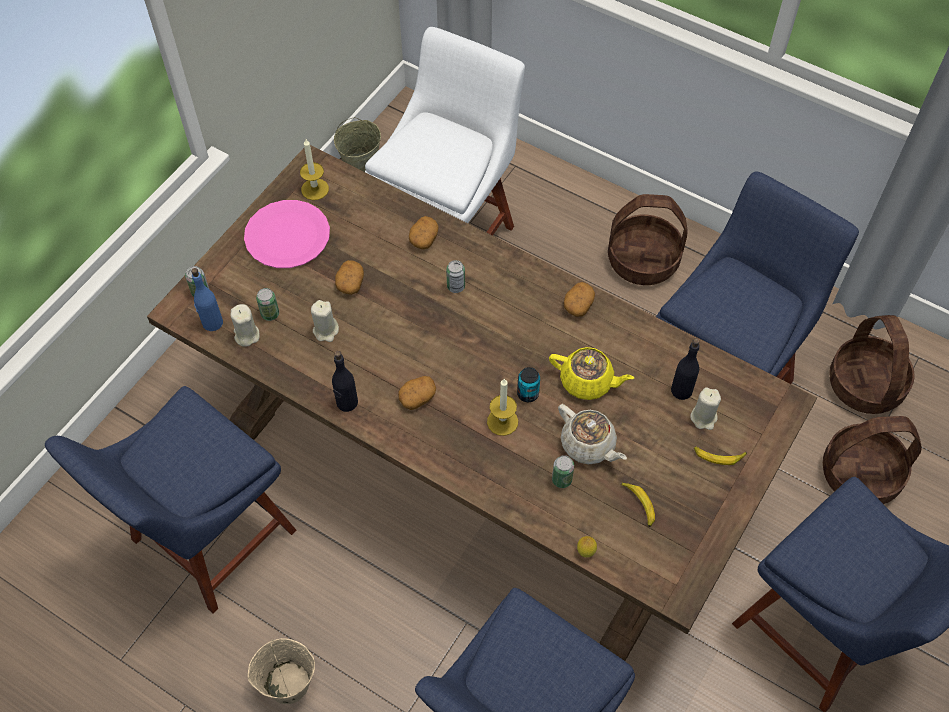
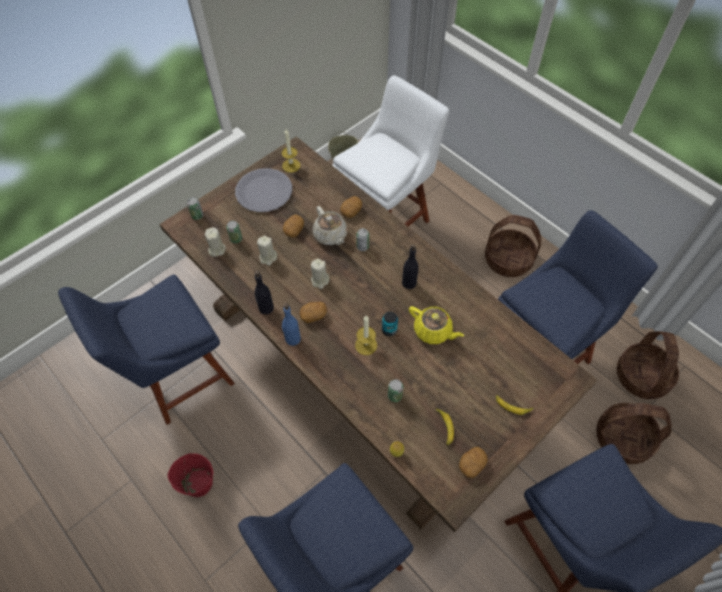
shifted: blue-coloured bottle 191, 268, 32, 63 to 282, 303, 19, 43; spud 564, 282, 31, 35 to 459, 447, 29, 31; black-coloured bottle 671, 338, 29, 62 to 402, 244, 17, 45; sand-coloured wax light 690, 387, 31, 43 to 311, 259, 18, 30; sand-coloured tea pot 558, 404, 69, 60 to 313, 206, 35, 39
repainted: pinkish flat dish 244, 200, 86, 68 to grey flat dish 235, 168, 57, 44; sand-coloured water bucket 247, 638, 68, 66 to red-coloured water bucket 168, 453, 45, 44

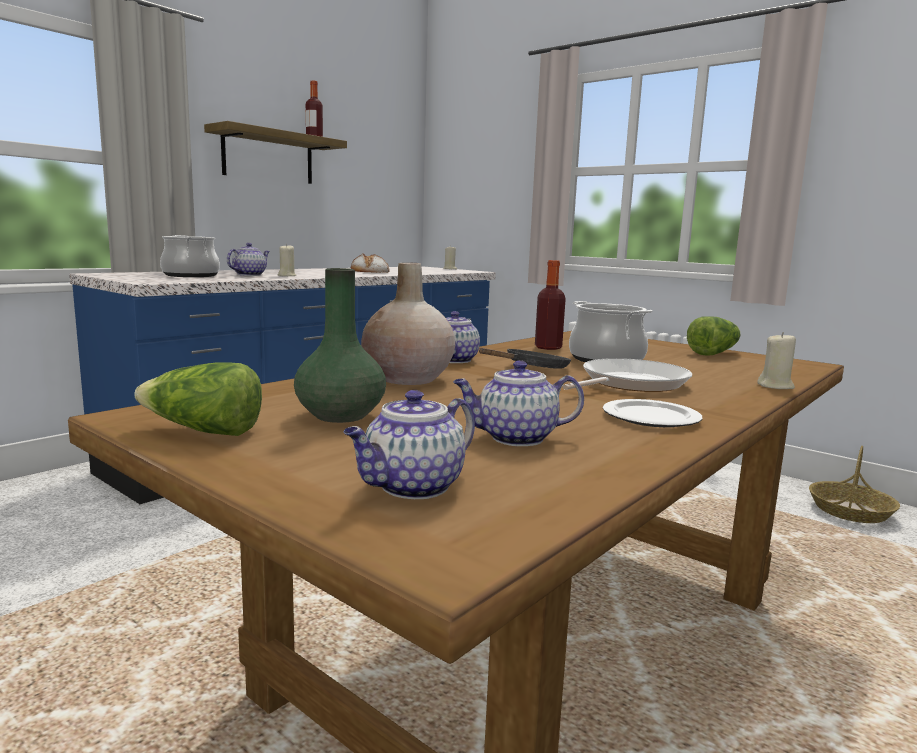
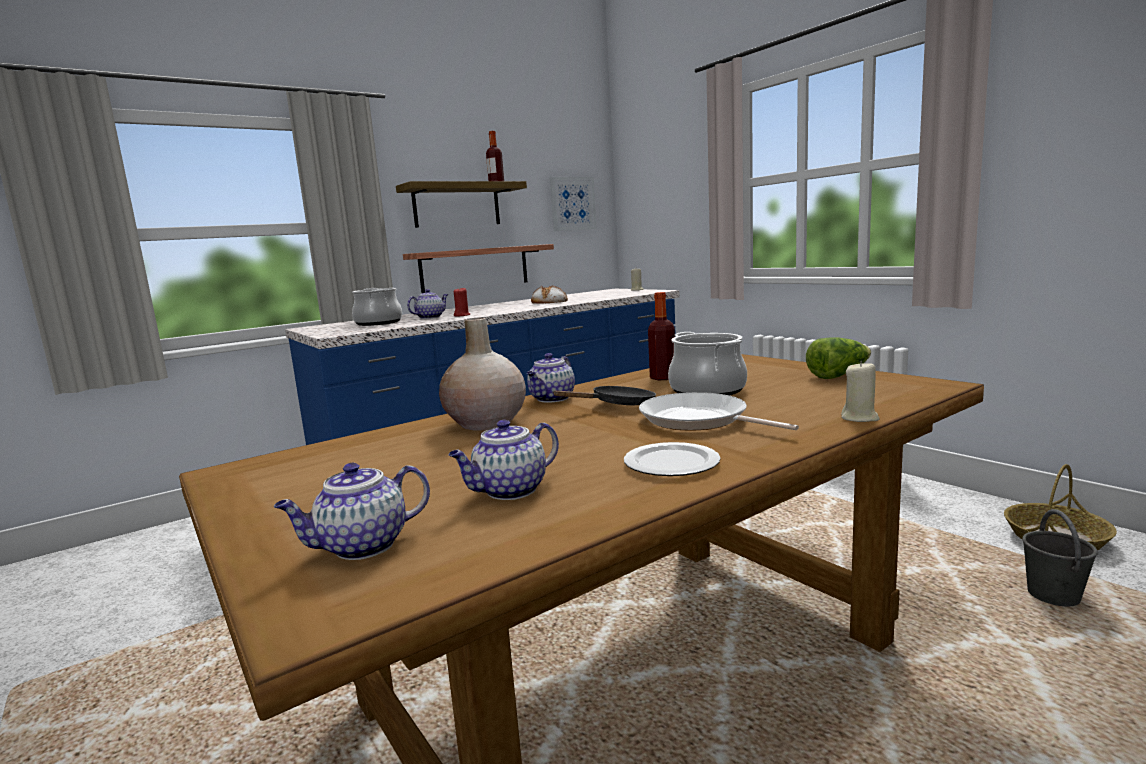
gone: green flower vase 294, 268, 92, 155; head of lettuce 134, 362, 128, 74
new: wall art 550, 177, 47, 54; wall shelf 403, 244, 151, 49; grey water bucket 1022, 509, 76, 97
repainted: sand-coloured wax light 278, 244, 18, 32 to red-coloured wax light 454, 287, 16, 30
rotated: skillet 562, 358, 130, 34 = 639, 392, 160, 39 105 degrees counterclockwise; tea pot 453, 360, 131, 86 = 449, 420, 110, 80 45 degrees counterclockwise

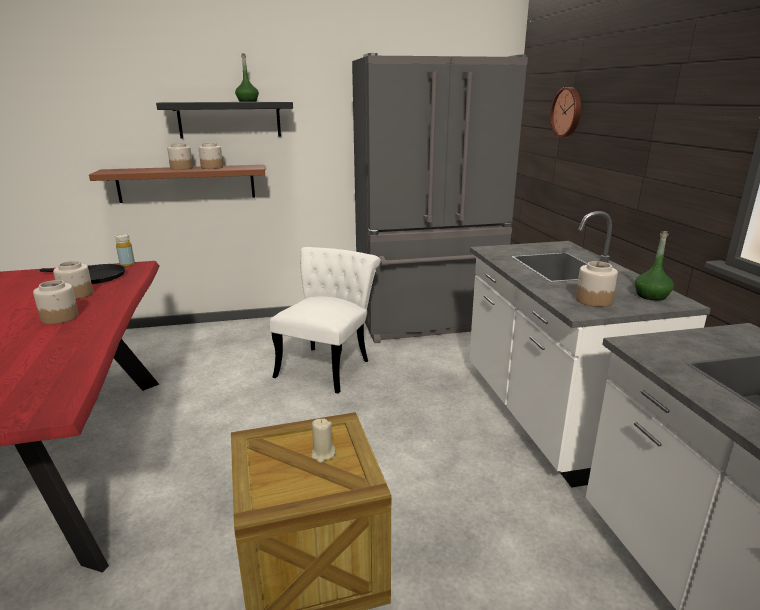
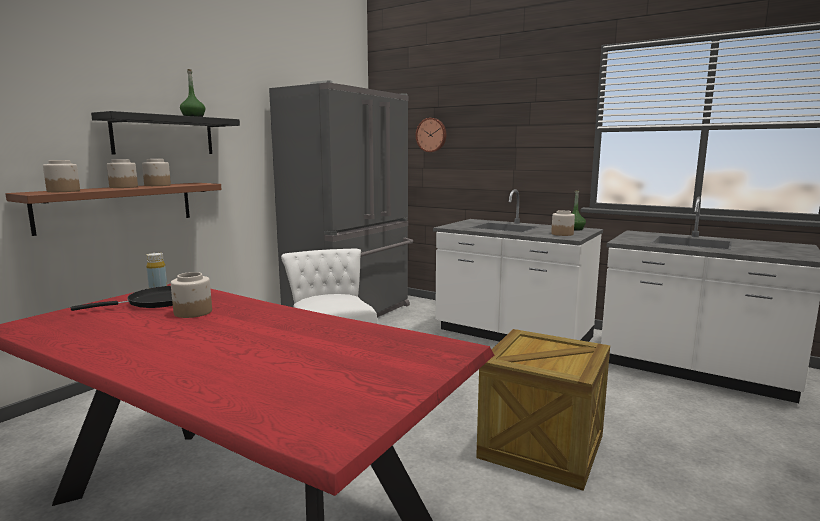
gone: sand-coloured wax light 311, 419, 25, 44
shifted: storage jar 33, 280, 46, 44 to 43, 160, 37, 32

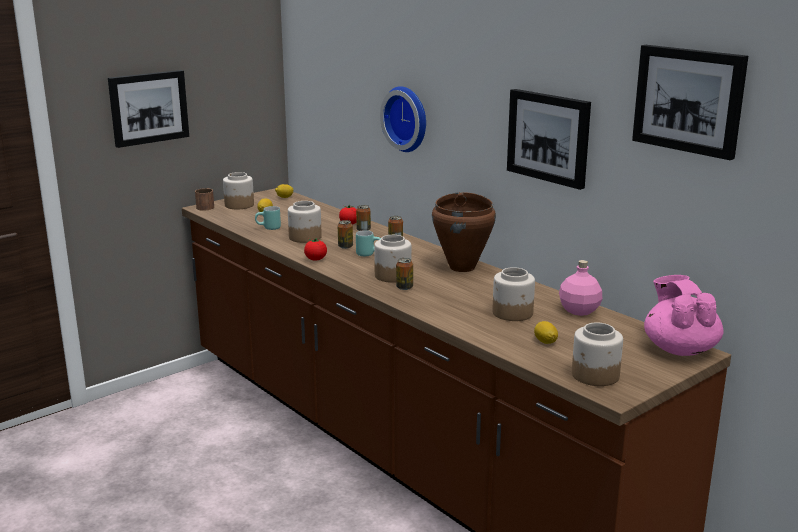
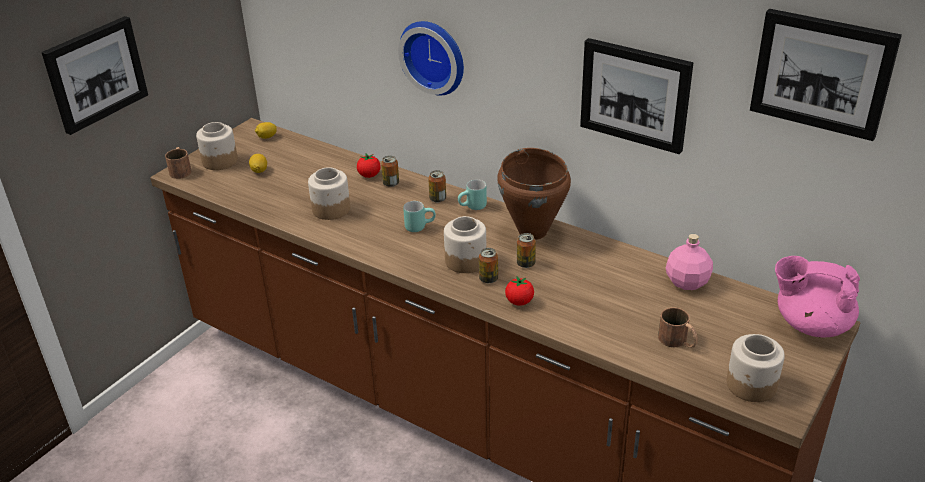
gone: storage jar 492, 267, 43, 54
shifted: blue-green mug 255, 206, 26, 24 to 458, 180, 29, 30; sealed can 338, 220, 15, 29 to 517, 233, 19, 35; tomato 304, 238, 23, 23 to 505, 276, 29, 30
swapped: whole lemon 534, 321, 24, 23 to brownish mug 658, 307, 40, 41
rotated: pinkish tea pot 644, 275, 80, 81 = 775, 256, 85, 81 45 degrees counterclockwise

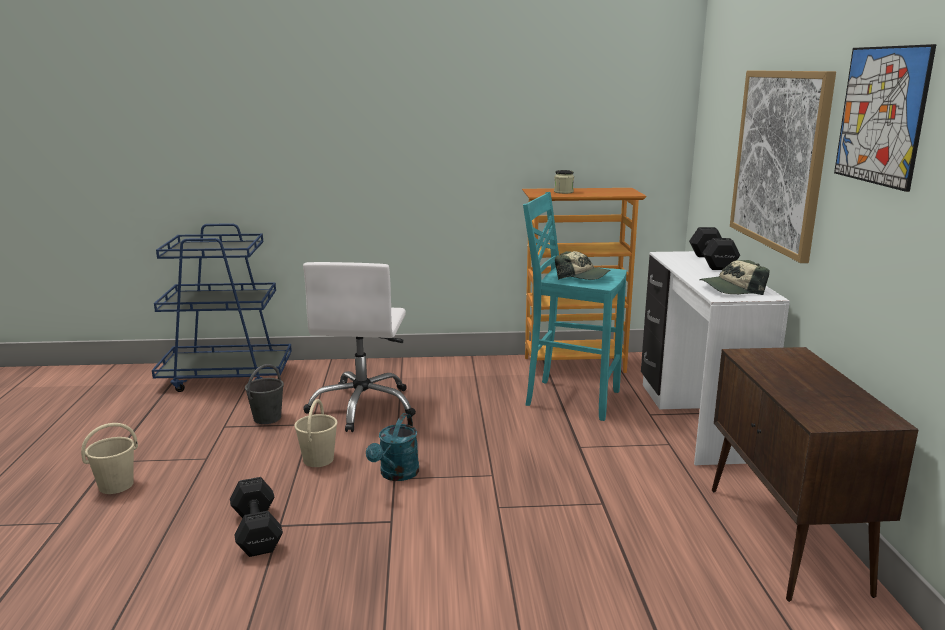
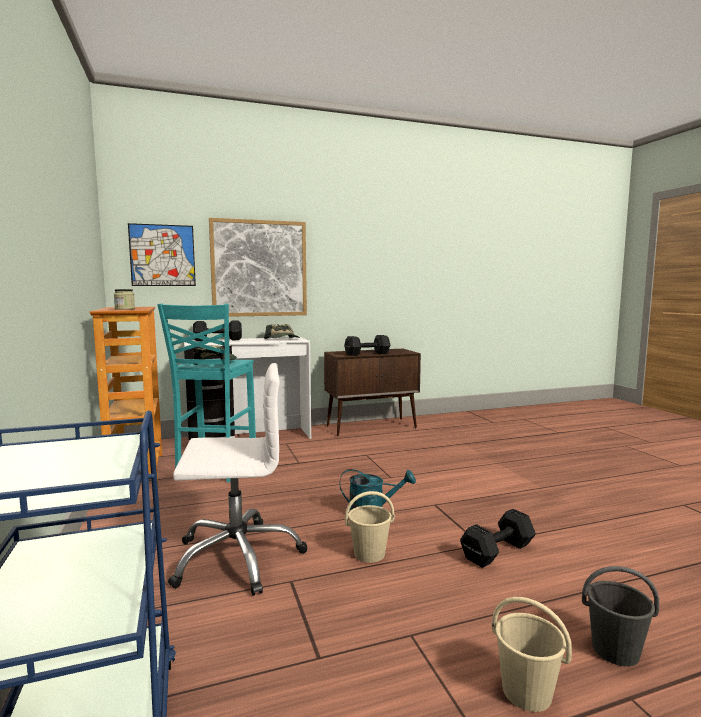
new: black-coloured hand weight 344, 335, 46, 21
shifted: wall art 834, 44, 103, 148 to 128, 223, 68, 63; grey water bucket 245, 364, 39, 60 to 582, 566, 77, 100

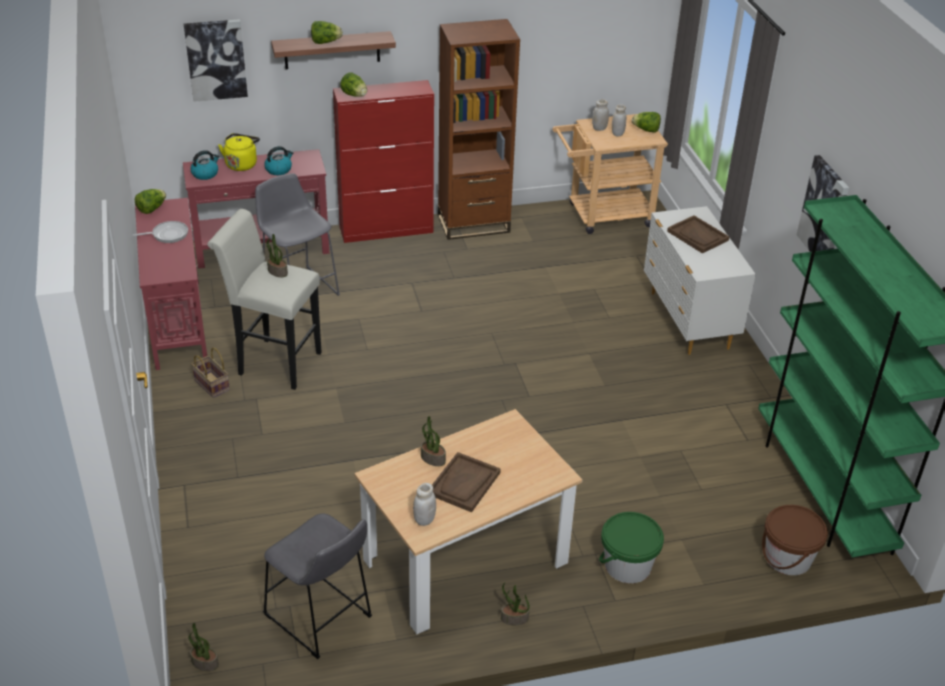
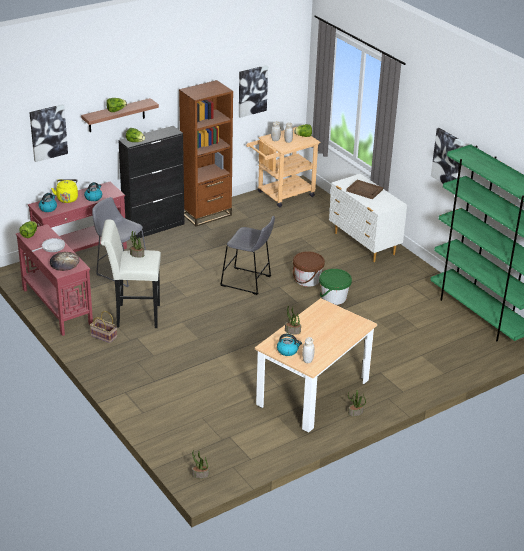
gone: brownish tray 432, 452, 69, 60
new: wall art 239, 65, 29, 53; bread 50, 252, 29, 19; kettle 277, 334, 25, 22
shifted: brownish water bucket 762, 505, 66, 70 to 293, 251, 32, 36; green water bucket 599, 512, 65, 71 to 319, 269, 33, 36; grey sitting stool 263, 513, 109, 146 to 220, 216, 55, 79
repainted: red-coloured cupboard 333, 80, 101, 163 to black-coloured cupboard 118, 126, 66, 114

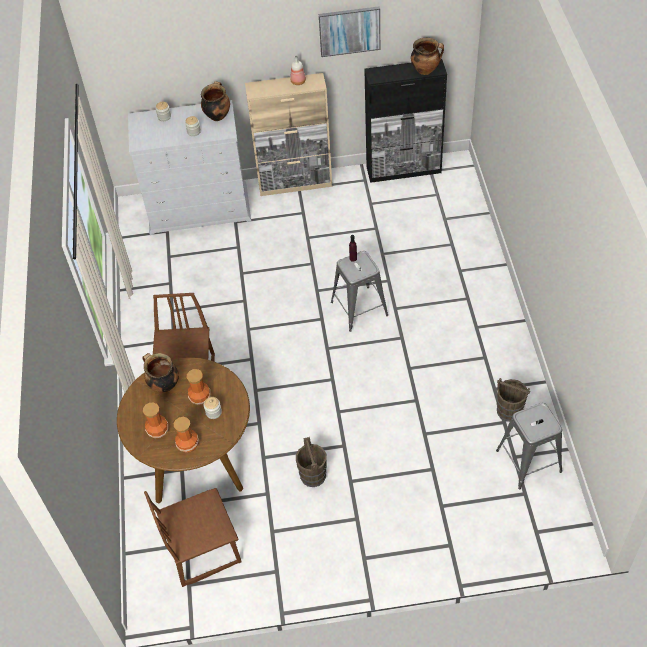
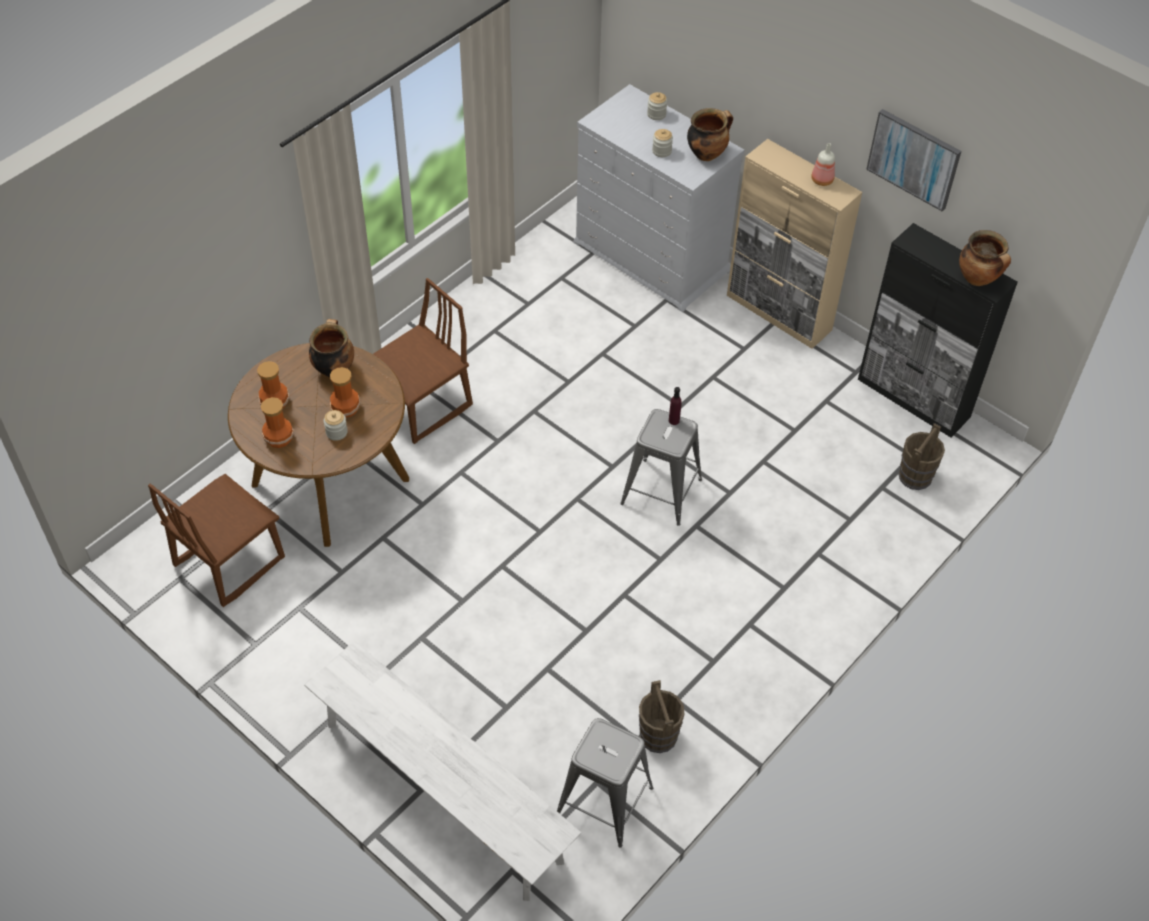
new: whitish bench 304, 641, 277, 260
shifted: brownish water bucket 296, 437, 31, 50 to 898, 423, 47, 67
rotated: brownish plain chair 144, 488, 98, 99 = 148, 474, 137, 133 75 degrees counterclockwise

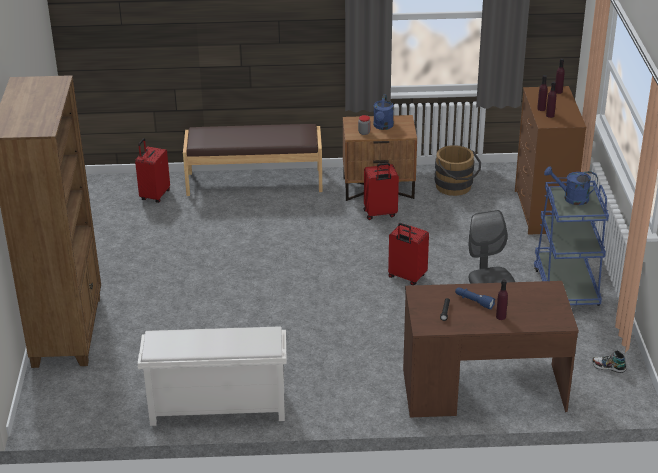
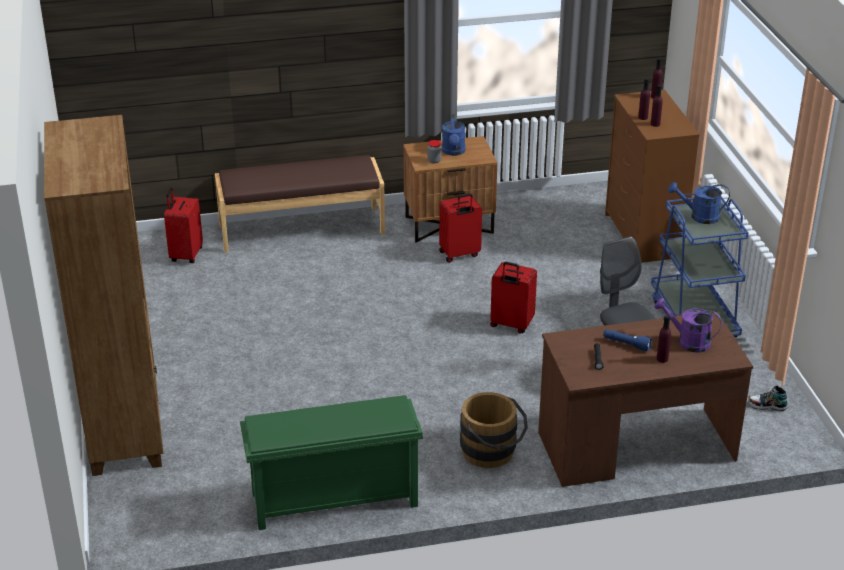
new: purplish sprinkling can 654, 298, 68, 55
shifted: brownish water bucket 435, 145, 46, 51 to 460, 392, 68, 76
repainted: whitish shoe stand 138, 326, 149, 100 to green shoe stand 240, 395, 183, 135

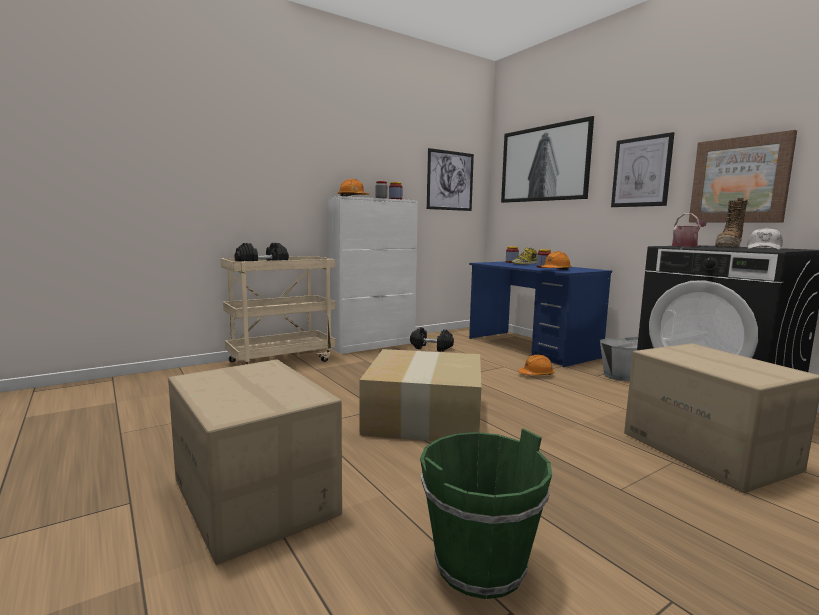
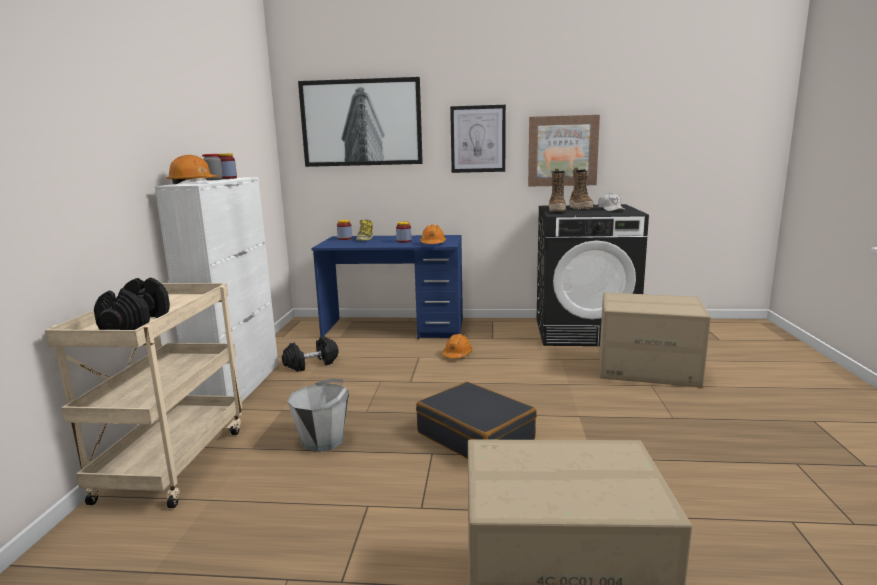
gone: wall art 427, 148, 47, 63; green water bucket 420, 428, 132, 171
shifted: grey water bucket 600, 337, 38, 44 to 287, 378, 62, 74
swapped: sprinkling can 672, 213, 35, 34 to tall boot 549, 169, 17, 43; cardboard box 360, 349, 121, 92 to black-coloured suitcase 416, 381, 121, 78

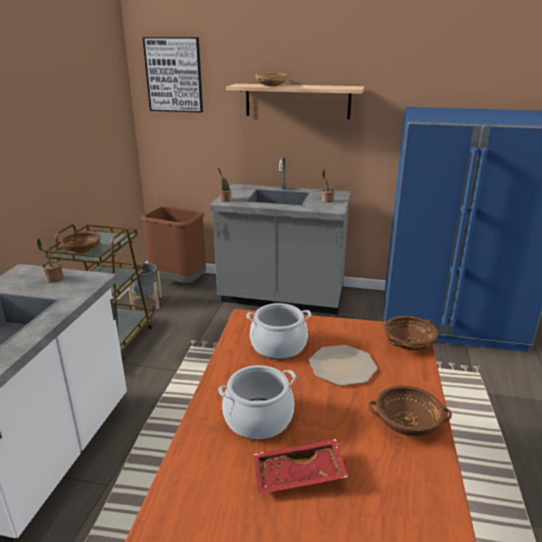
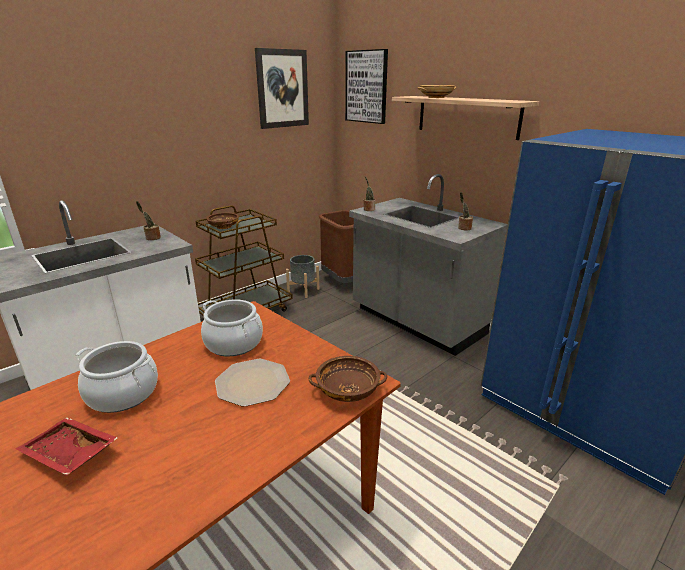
gone: brownish bowl 368, 385, 84, 51
new: wall art 255, 48, 54, 81

